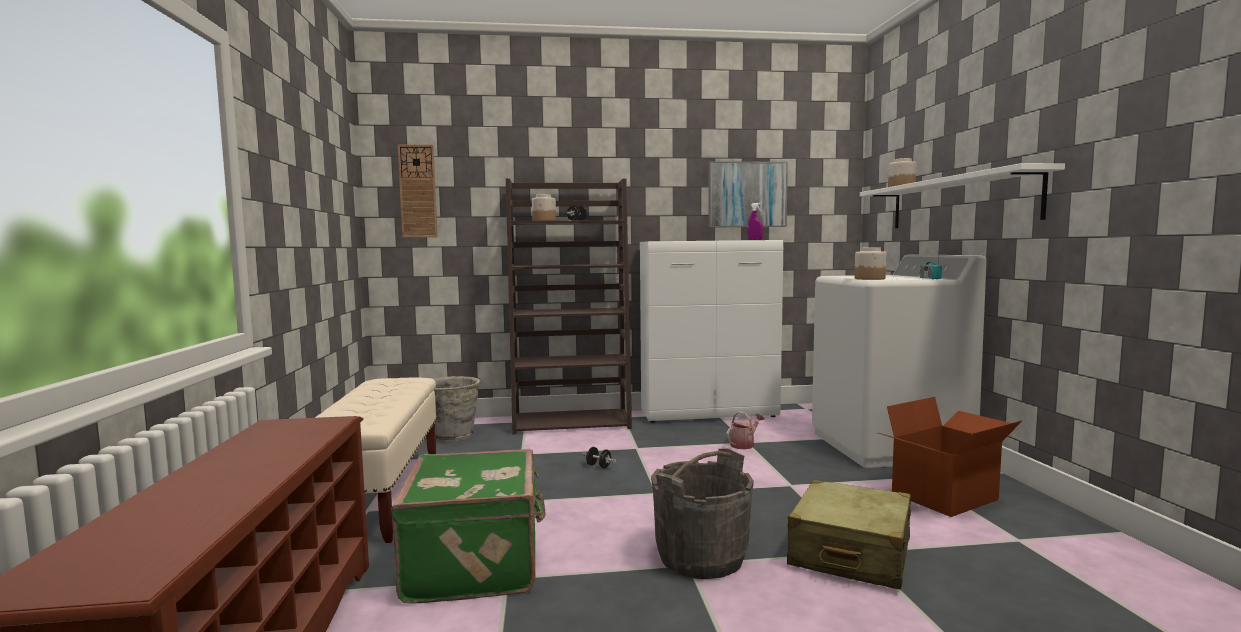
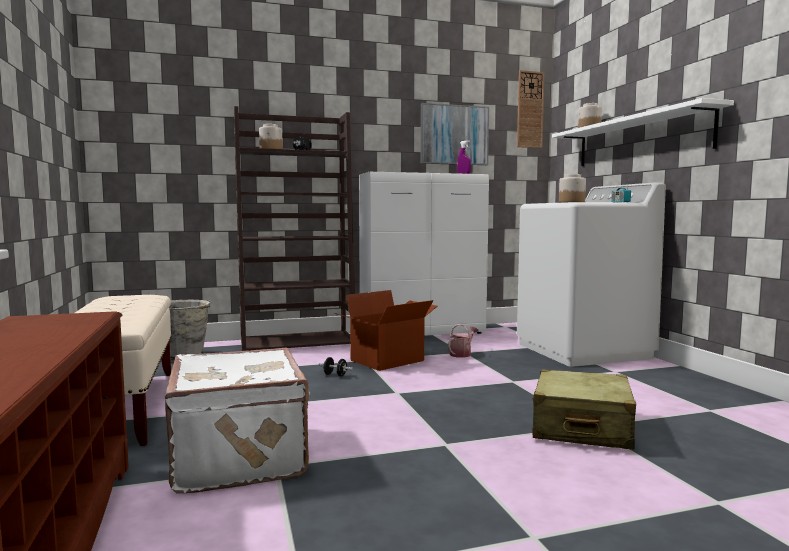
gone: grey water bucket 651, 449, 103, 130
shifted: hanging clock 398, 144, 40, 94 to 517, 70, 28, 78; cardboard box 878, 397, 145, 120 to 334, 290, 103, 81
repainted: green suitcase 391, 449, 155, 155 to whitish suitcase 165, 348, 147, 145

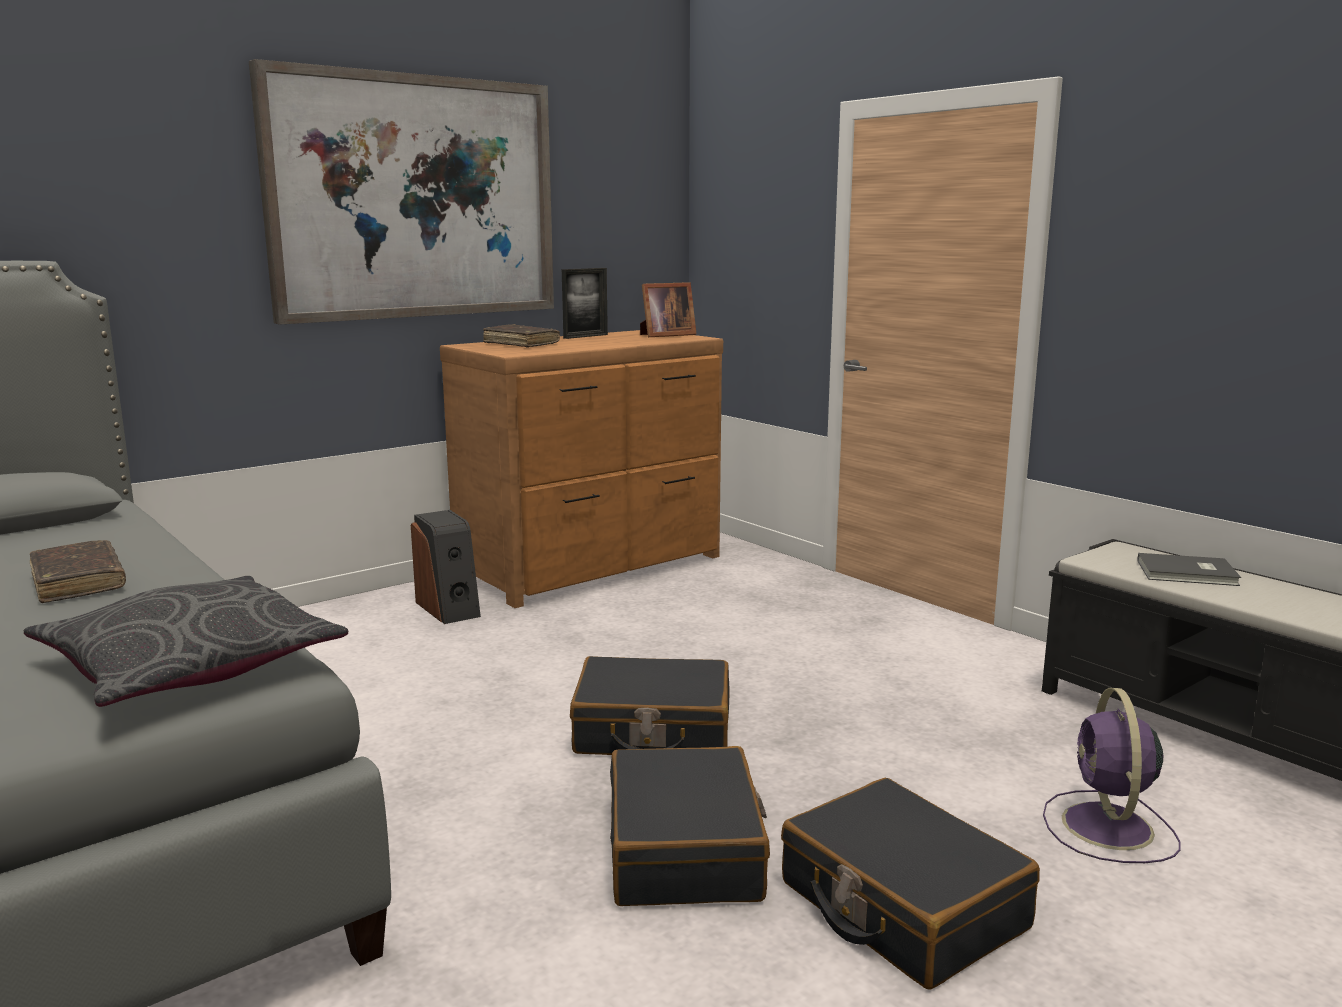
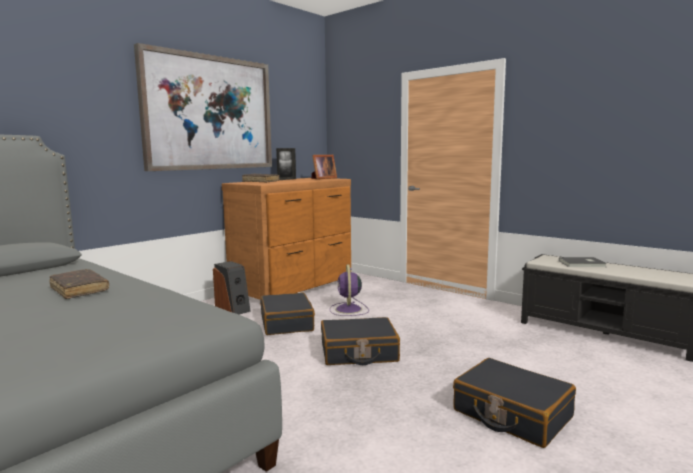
gone: grey throw pillow 24, 576, 324, 131
shifted: purplish cooling fan 1043, 688, 138, 175 to 330, 265, 39, 51; black-coloured suitcase 610, 746, 160, 160 to 260, 292, 55, 43

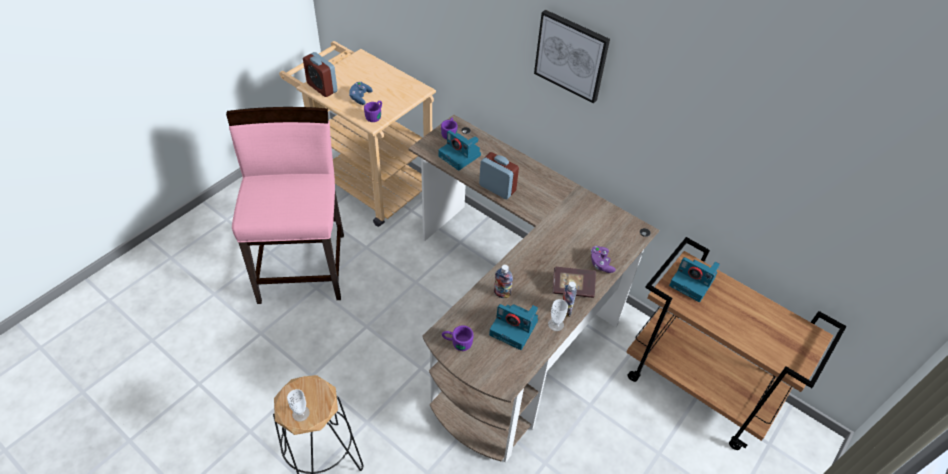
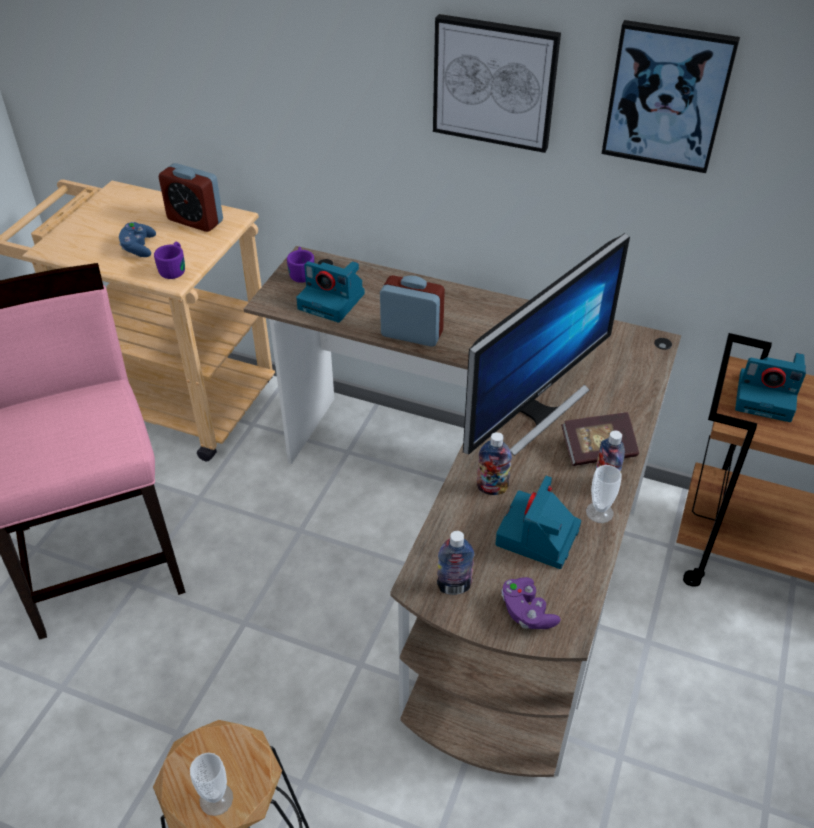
new: wall art 602, 20, 138, 153; computer display 463, 233, 167, 223
shifted: alarm clock 303, 52, 35, 45 to 158, 163, 65, 69; purplish joypad 591, 246, 25, 27 to 501, 577, 60, 52
swapped: purplish mug 442, 325, 32, 26 to bottle 437, 531, 38, 64
rotated: still camera 489, 304, 49, 46 = 495, 476, 86, 93 105 degrees clockwise

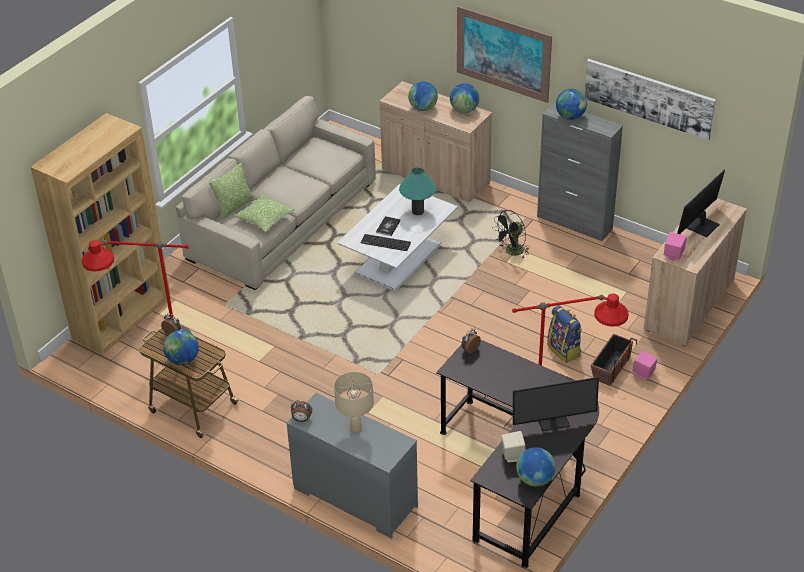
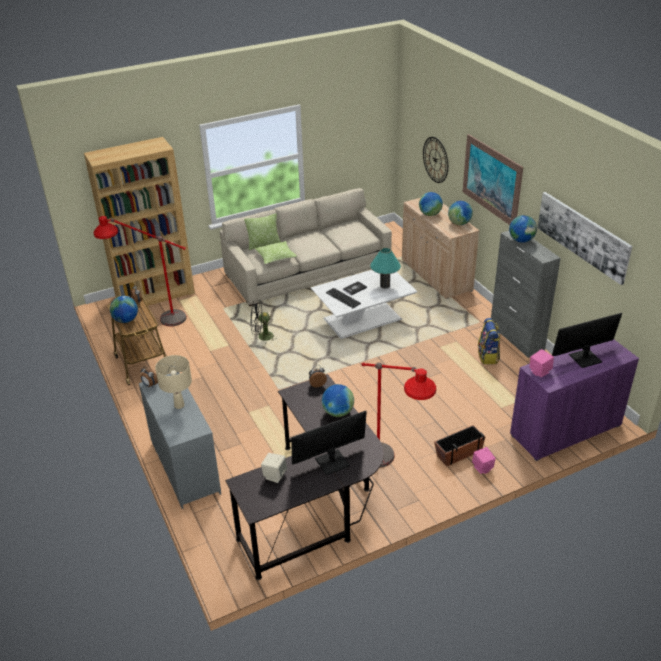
new: hanging clock 423, 137, 25, 46
shifted: black-coloured cooling fan 492, 210, 38, 48 to 250, 300, 25, 44; backpack 547, 305, 35, 58 to 478, 318, 22, 47; world globe 516, 447, 39, 40 to 322, 384, 32, 33
repainted: sand-coloured cupboard 644, 198, 103, 148 to purplish cupboard 510, 339, 129, 122
rotated: computer display 513, 377, 86, 55 = 291, 411, 76, 64 135 degrees clockwise

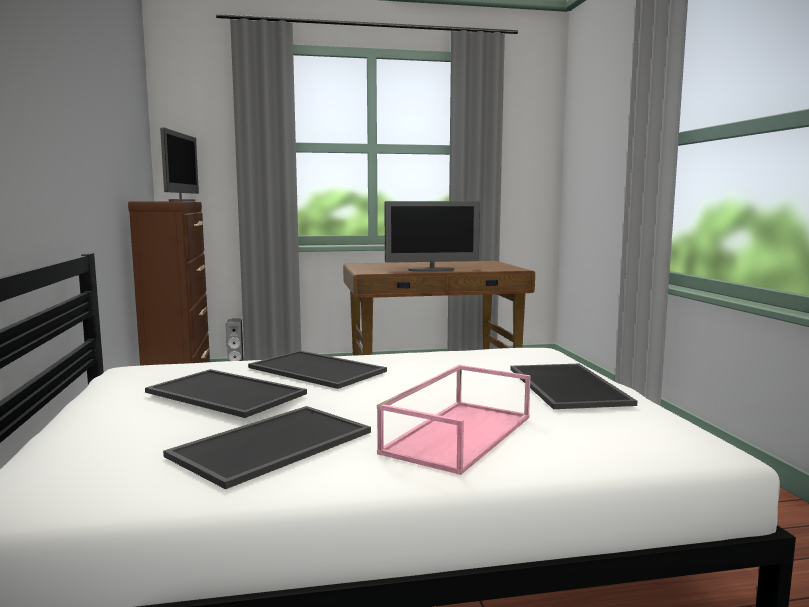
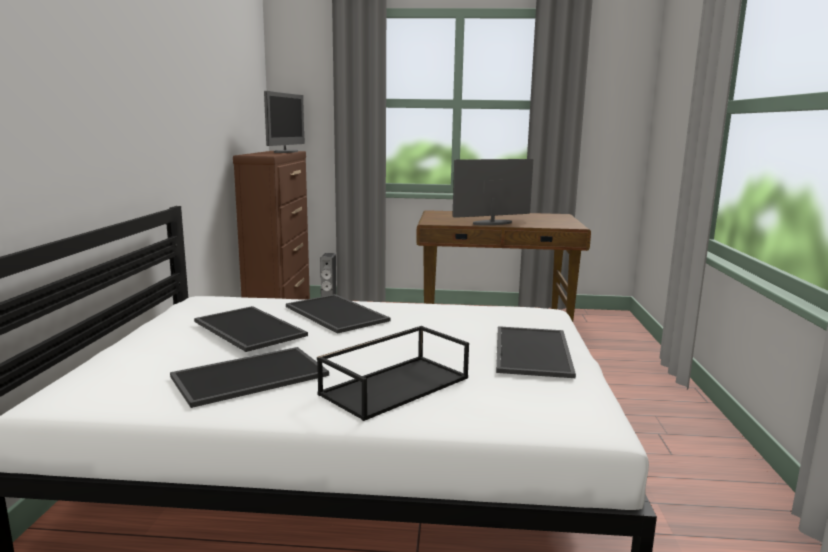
repainted: pinkish tray 377, 365, 153, 110 to black-coloured tray 317, 326, 152, 95
rotated: computer display 385, 201, 95, 71 = 452, 159, 81, 66 150 degrees clockwise

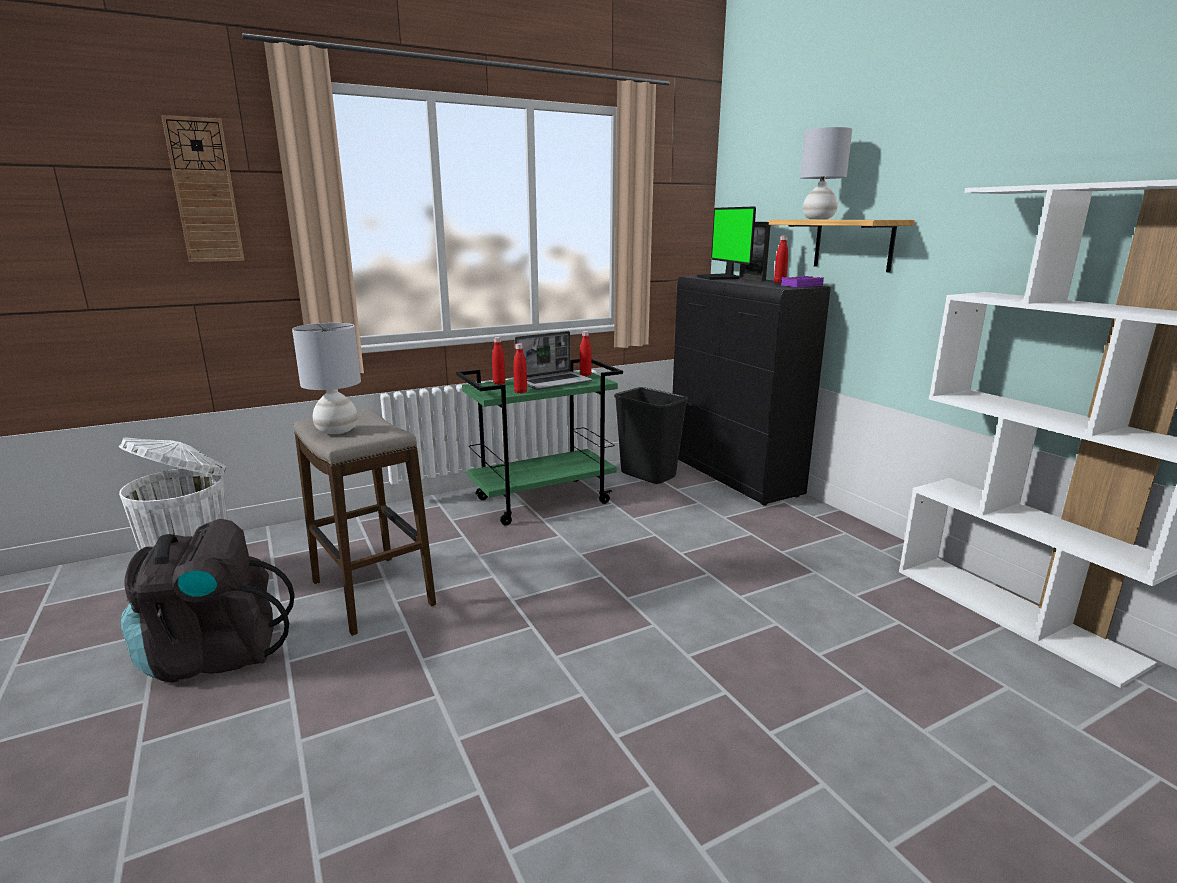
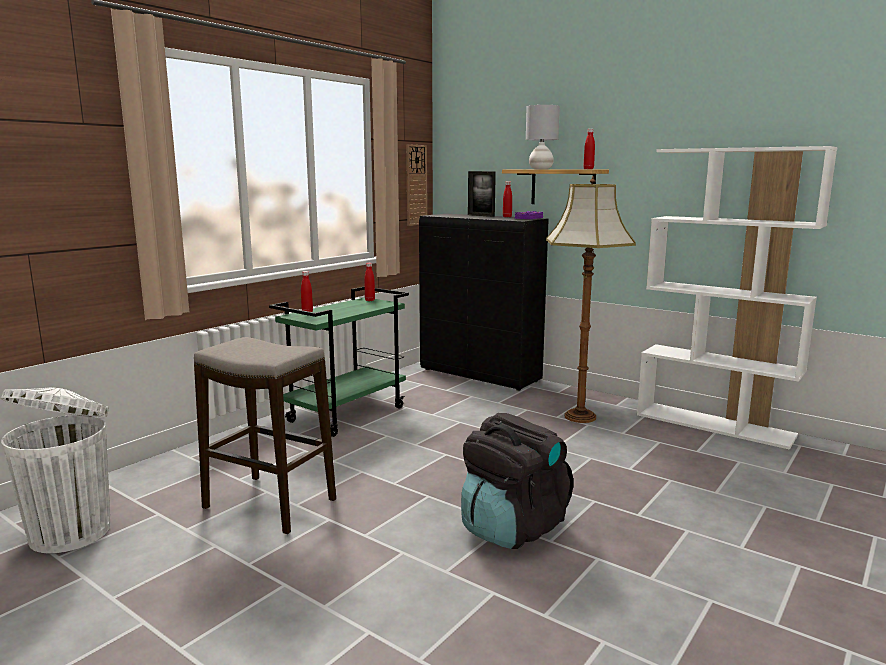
gone: computer display 696, 206, 60, 74; grey tabletop lamp 292, 323, 69, 111; notebook computer 515, 331, 78, 59; black-coloured trash can 614, 387, 74, 97
new: standing lamp 546, 176, 90, 247
shifted: hanging clock 161, 115, 84, 147 to 406, 144, 21, 82; red-coloured bottle 513, 343, 14, 50 to 583, 129, 12, 40; black-coloured backpack 121, 519, 174, 163 to 461, 413, 112, 136

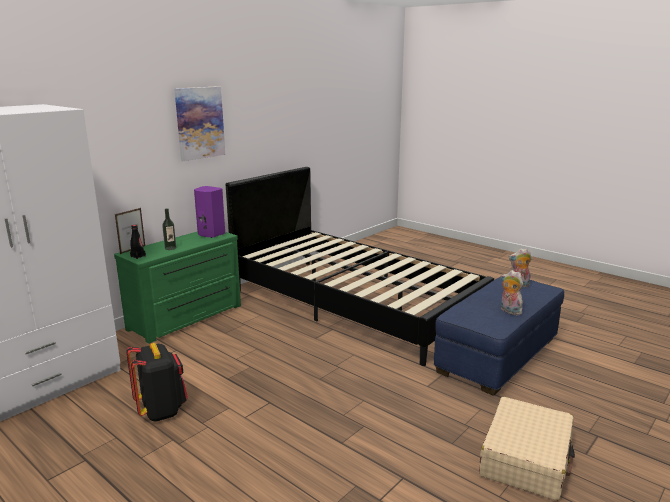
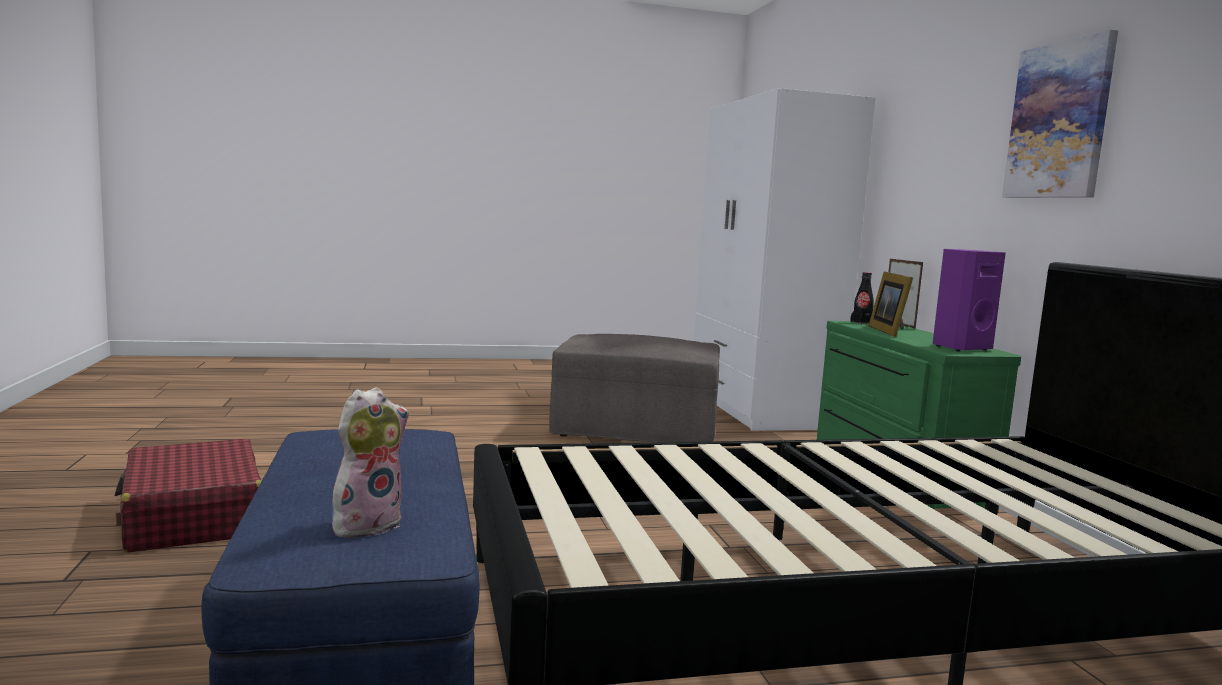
gone: cuddly toy 500, 270, 23, 45
swapped: bottle 162, 208, 14, 42 to standing frame 868, 271, 45, 66; black-coloured backpack 126, 343, 62, 79 to grey ottoman 549, 334, 171, 108
repainted: sand-coloured suitcase 479, 397, 96, 104 to red-coloured suitcase 115, 439, 147, 114

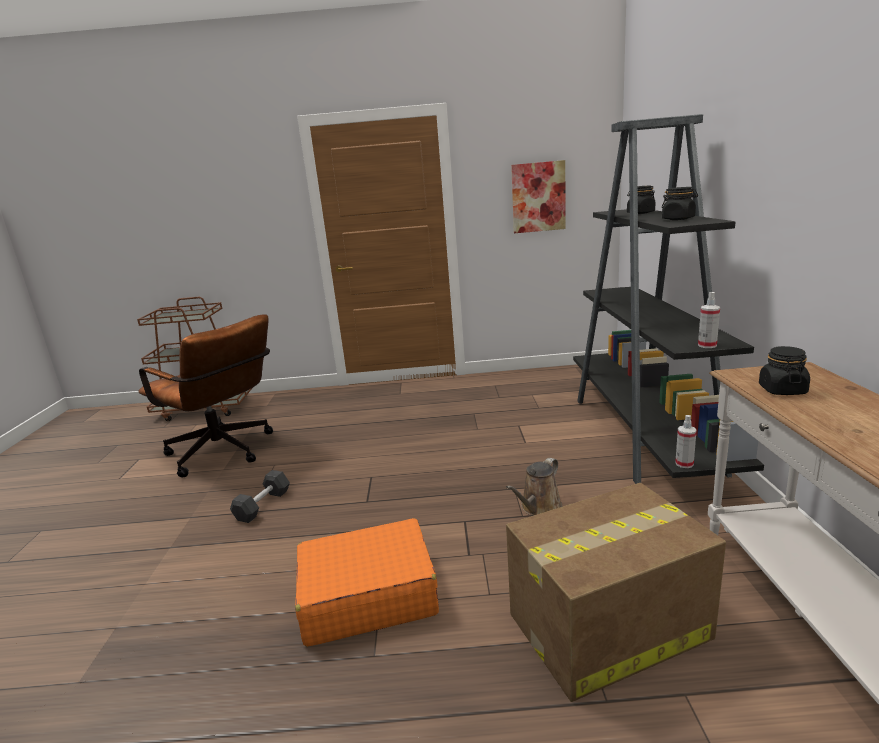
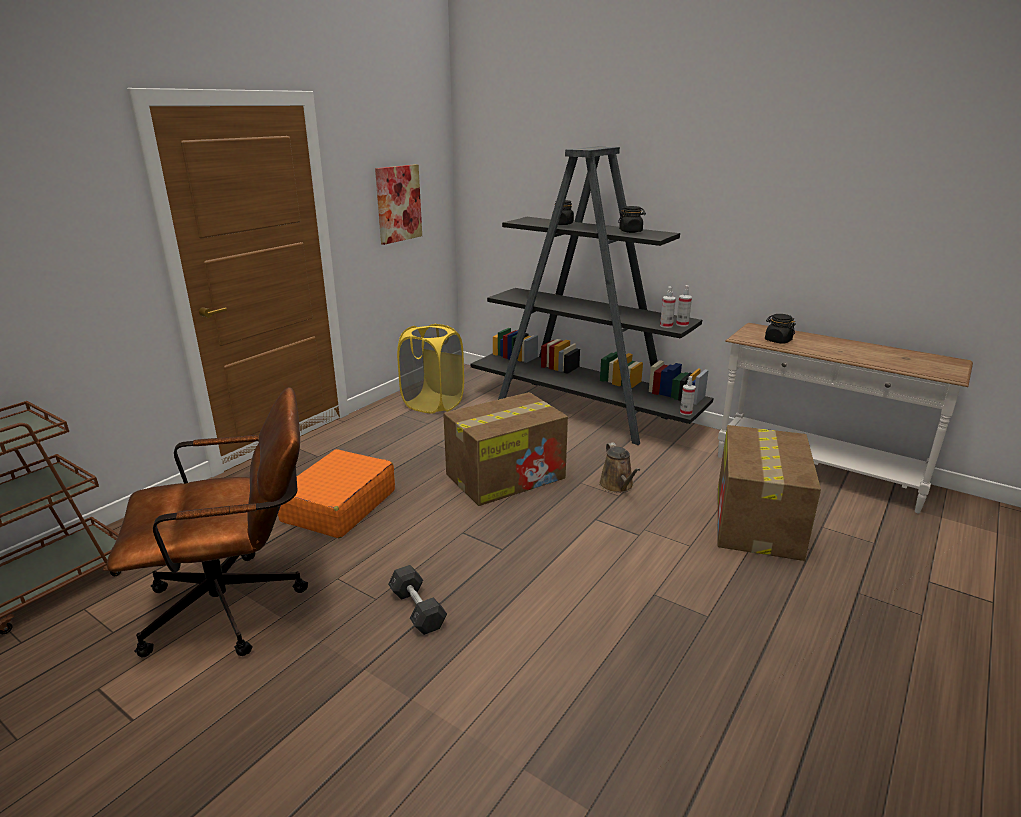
new: sprayer 660, 286, 16, 42; yellow laundry basket 397, 324, 67, 90; cardboard box 443, 392, 125, 114
shifted: orange suitcase 295, 518, 144, 129 to 278, 449, 117, 89

